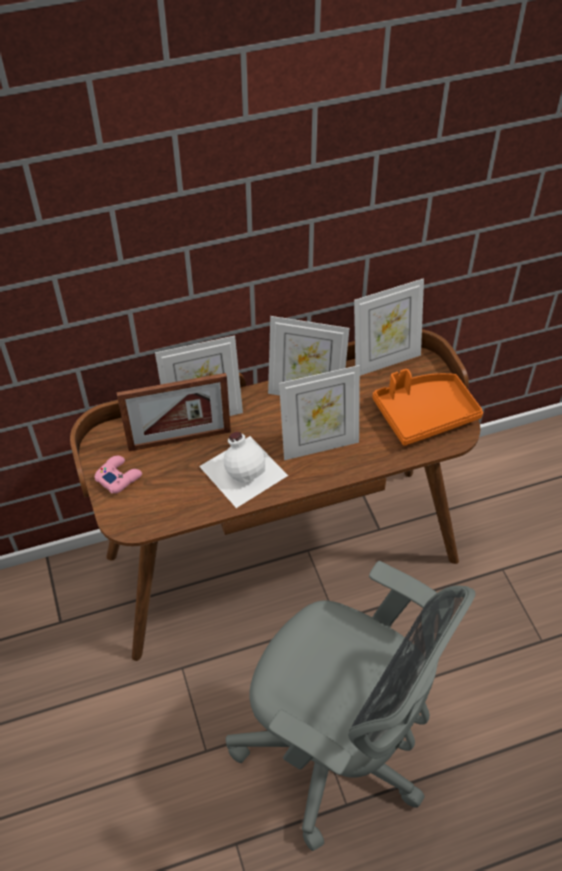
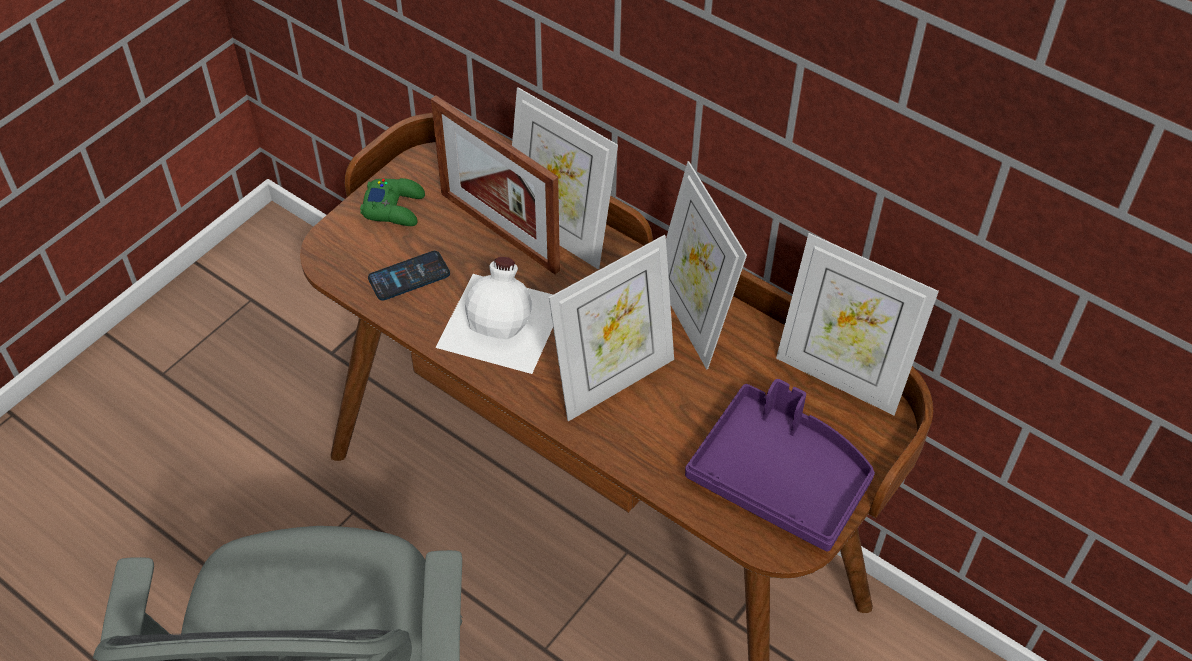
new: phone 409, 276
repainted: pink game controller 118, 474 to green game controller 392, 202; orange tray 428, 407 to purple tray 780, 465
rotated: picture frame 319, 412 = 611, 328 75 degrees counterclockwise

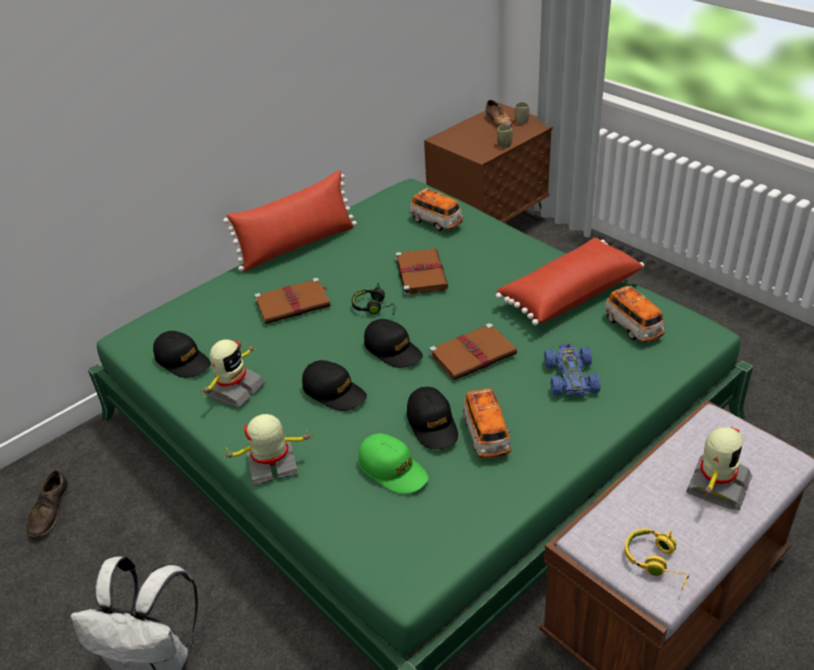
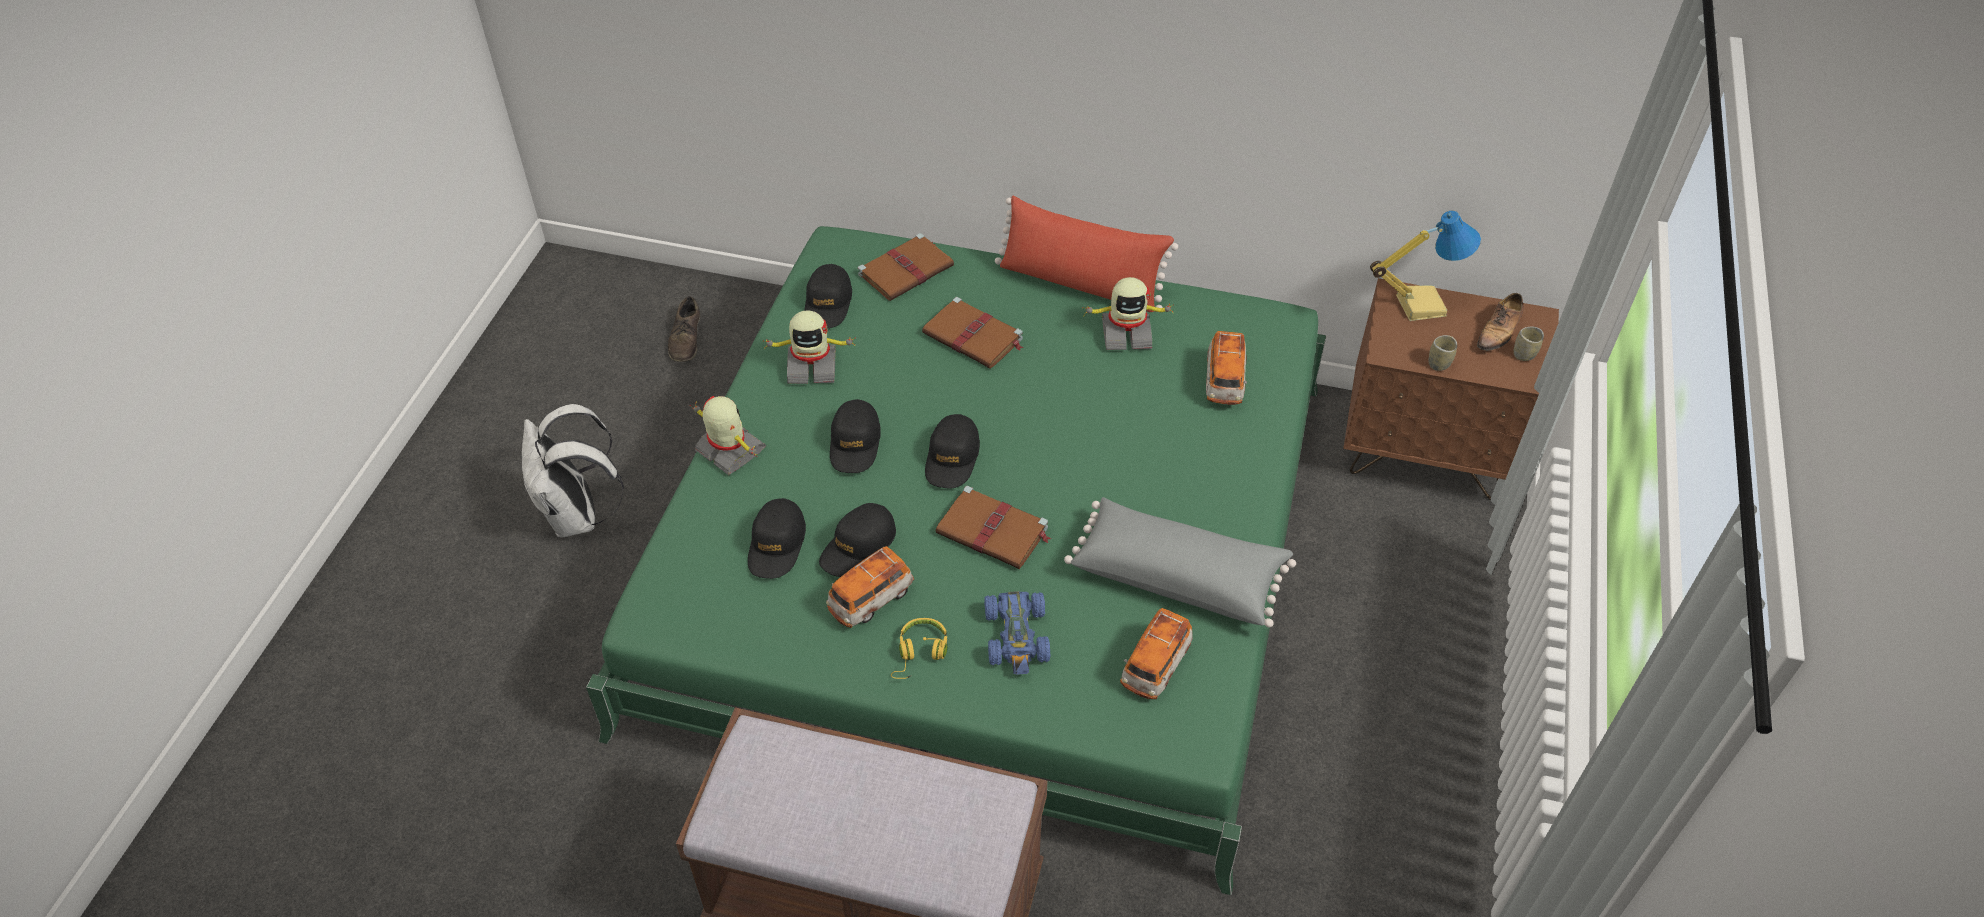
gone: black headphones 374, 299
new: table lamp 1425, 266
shifted: brown book 422, 272 to 906, 267; yellow headphones 657, 559 to 919, 648; toy robot 719, 468 to 1129, 313
repainted: green cap 393, 463 to black cap 777, 538; red pillow 570, 282 to grey pillow 1180, 562
rotated: brown shoe 47, 503 = 684, 329 60 degrees counterclockwise; blue toy car 572, 369 = 1017, 633 120 degrees clockwise

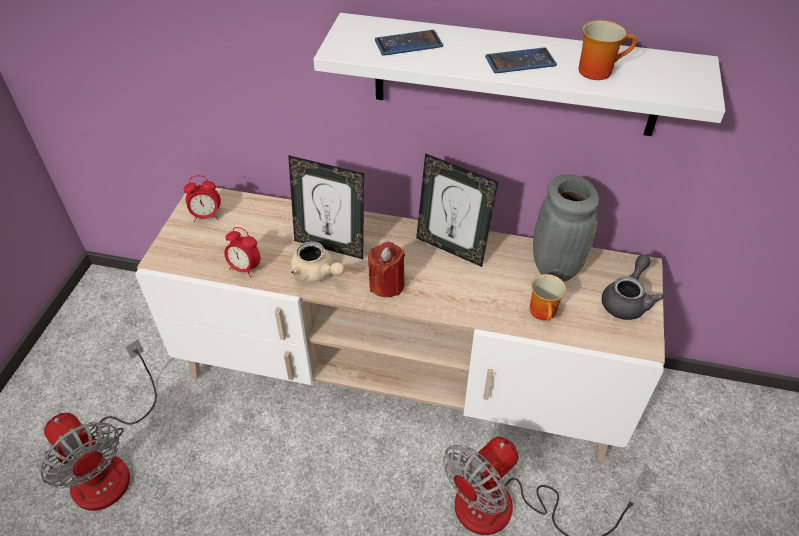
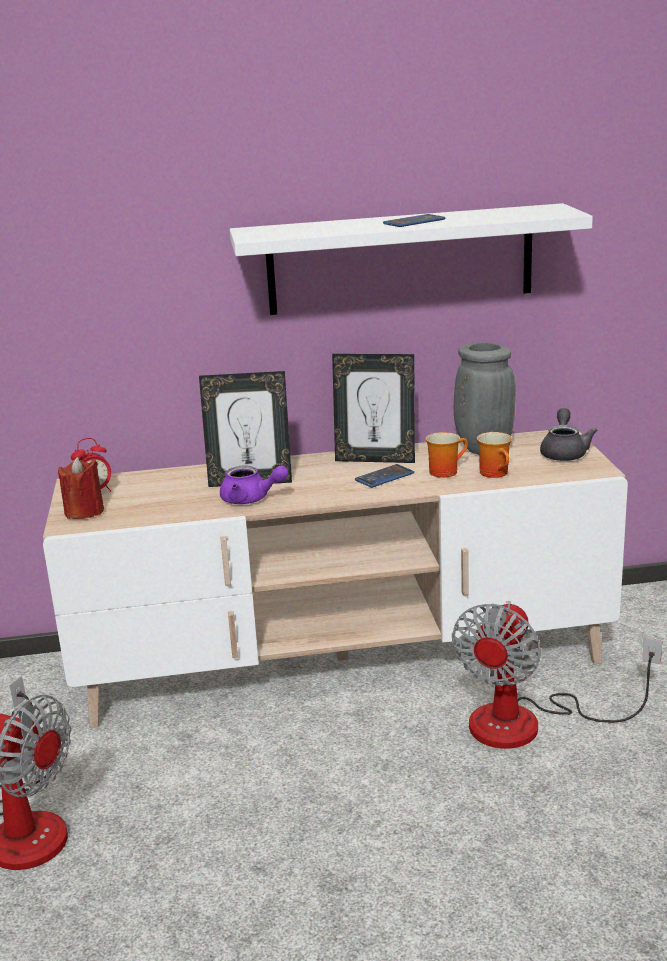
gone: alarm clock 242, 252
shifted: red candle 386, 269 to 81, 488; phone 409, 43 to 384, 476; mug 607, 50 to 446, 455
repainted: beige teapot 317, 261 to purple teapot 254, 485

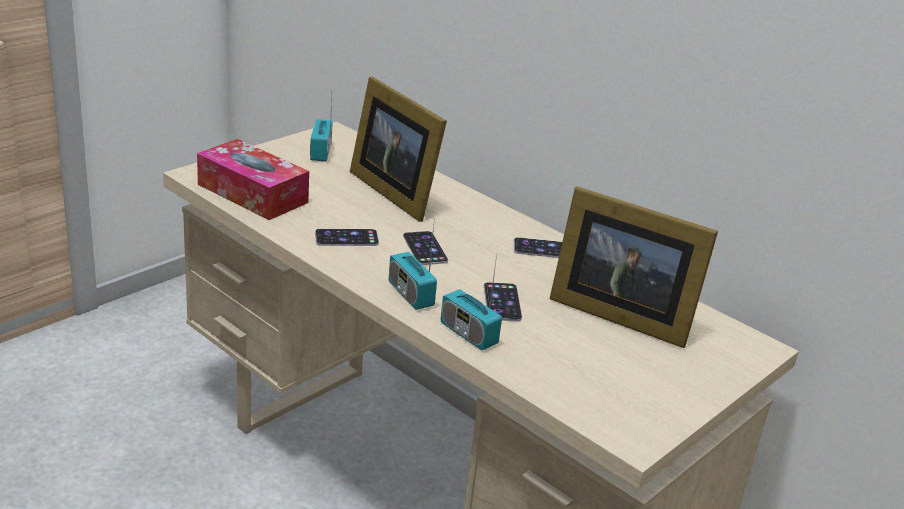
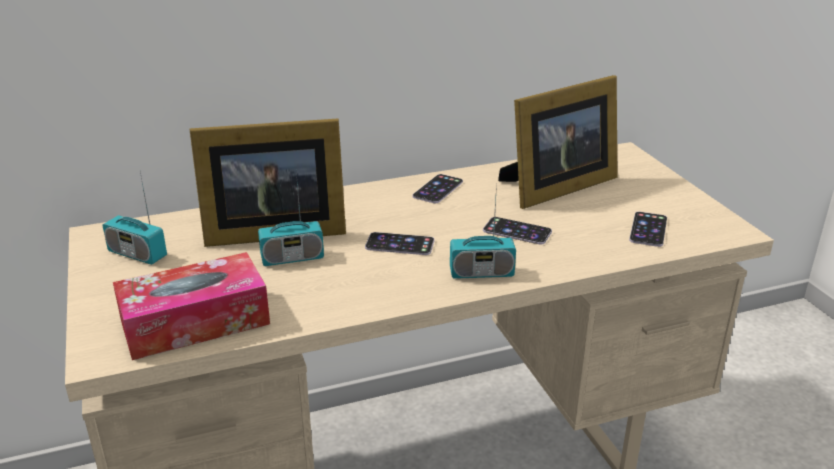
shifted: phone 347, 237 to 648, 229; radio 471, 302 to 291, 219

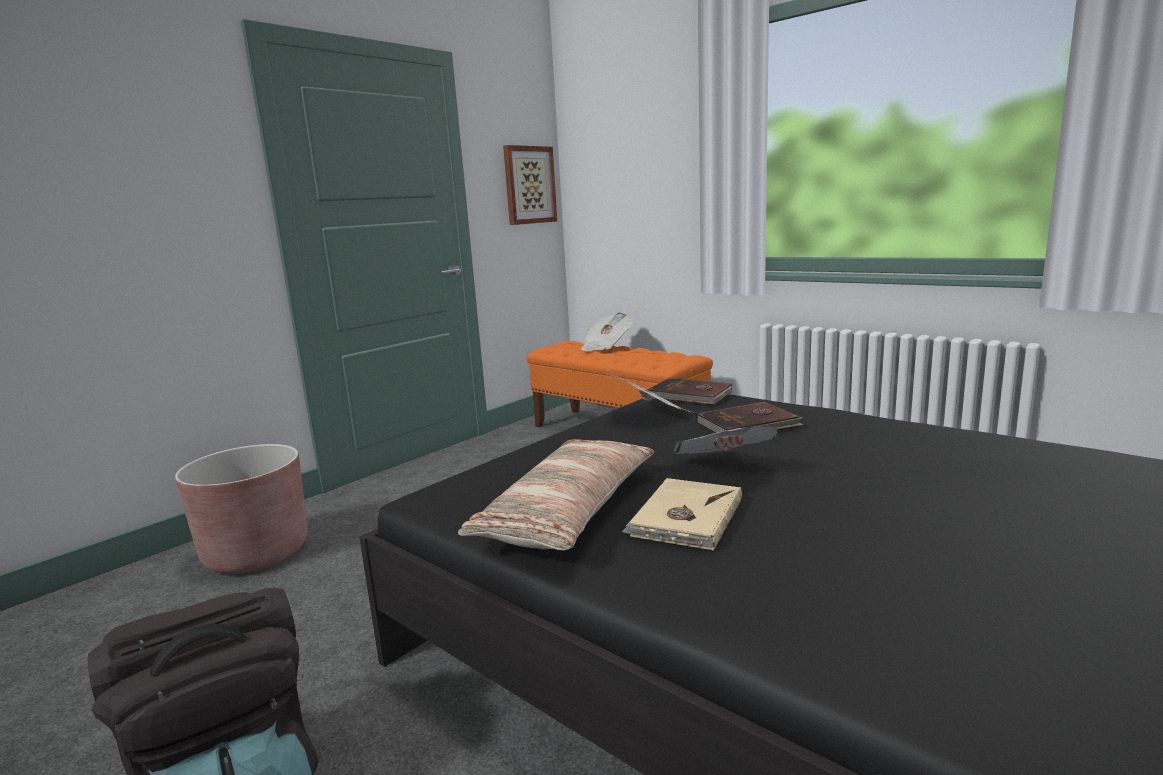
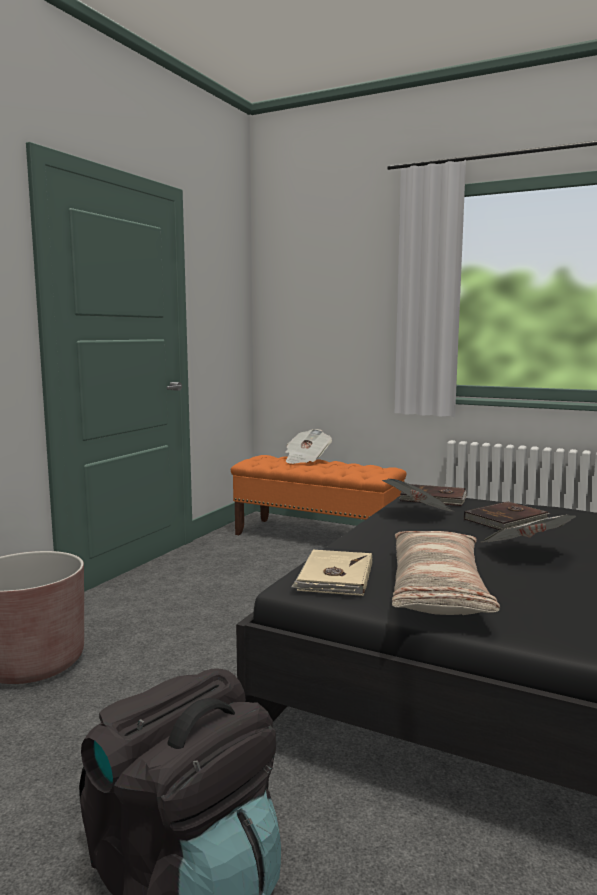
gone: picture 530, 185
shifted: beige book 682, 514 to 331, 573

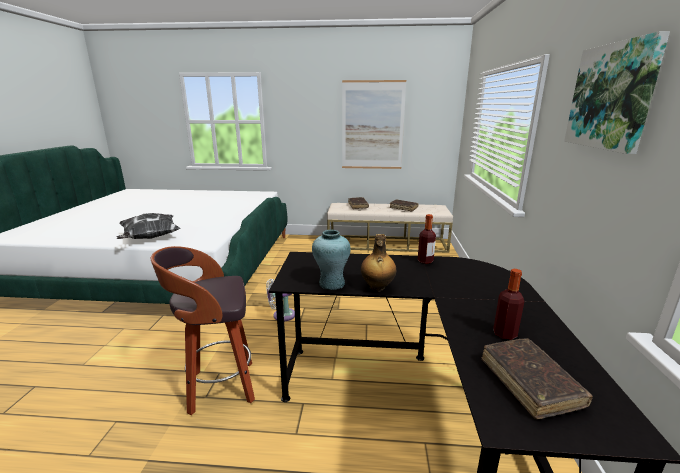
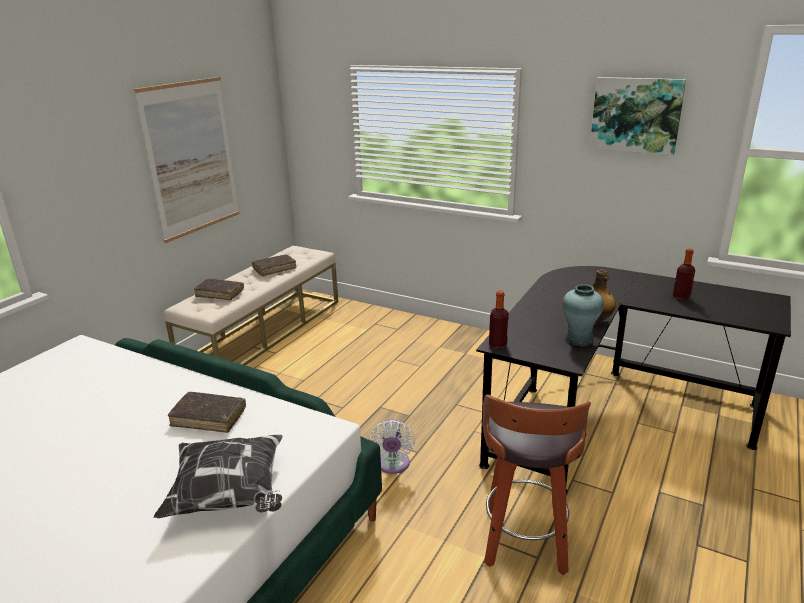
shifted: bottle 427, 239 to 499, 320; brown book 537, 379 to 207, 412

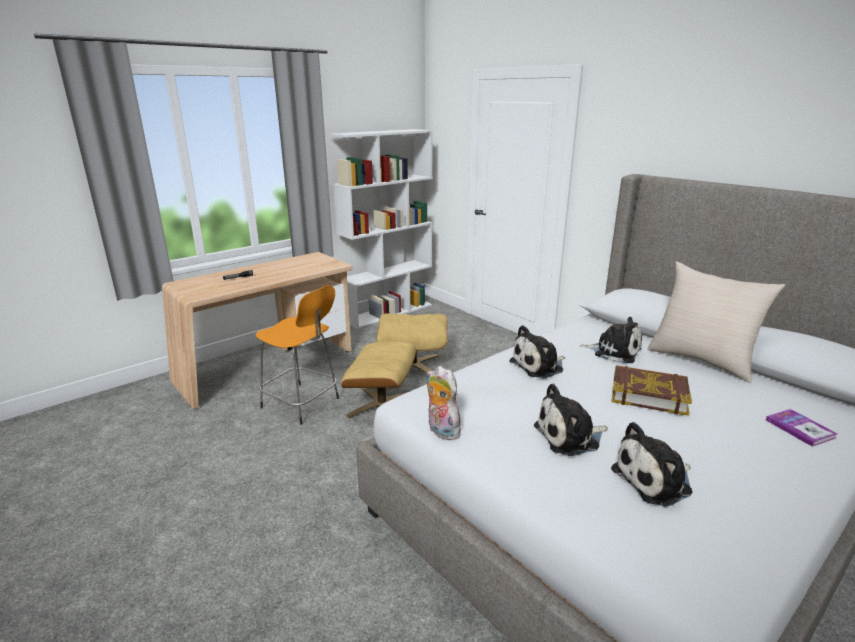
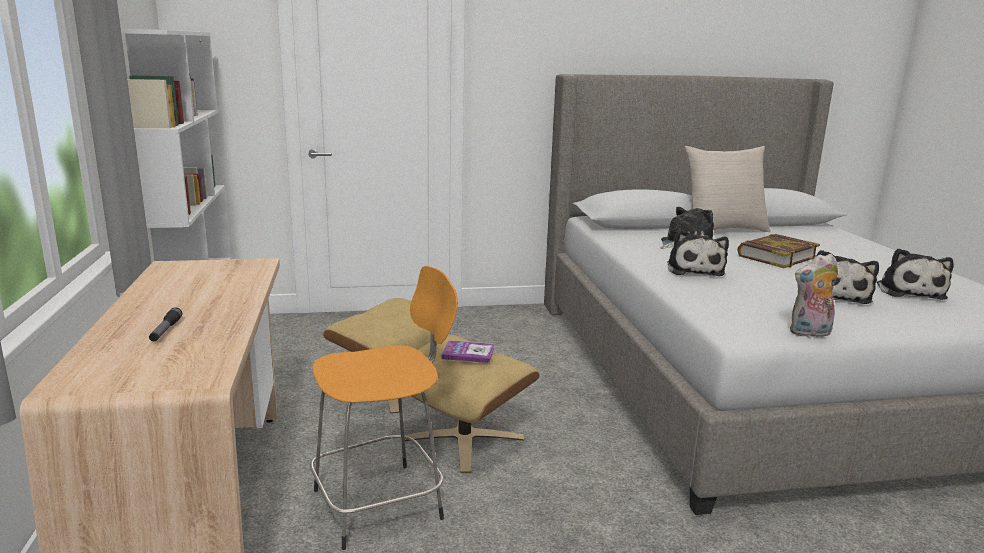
shifted: book 802, 428 to 468, 351

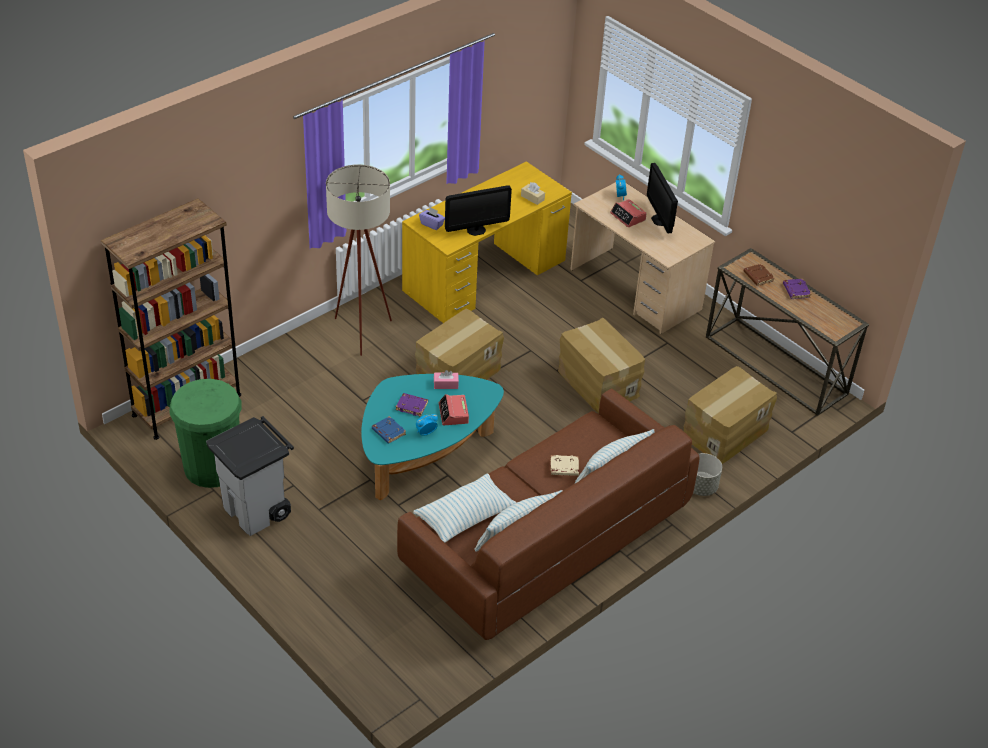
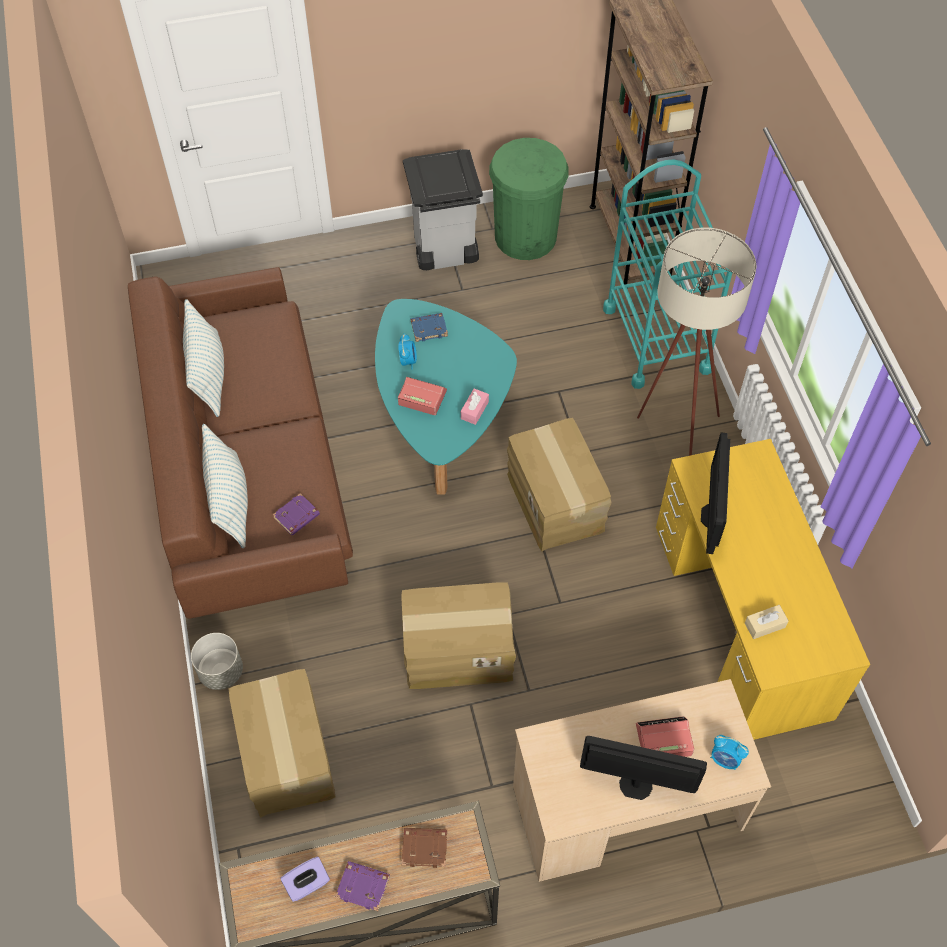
gone: pillow 464, 508; beige book 564, 465
new: turquoise cart 667, 274
shifted: purple book 412, 405 to 296, 514; purple tissue box 432, 218 to 305, 879

